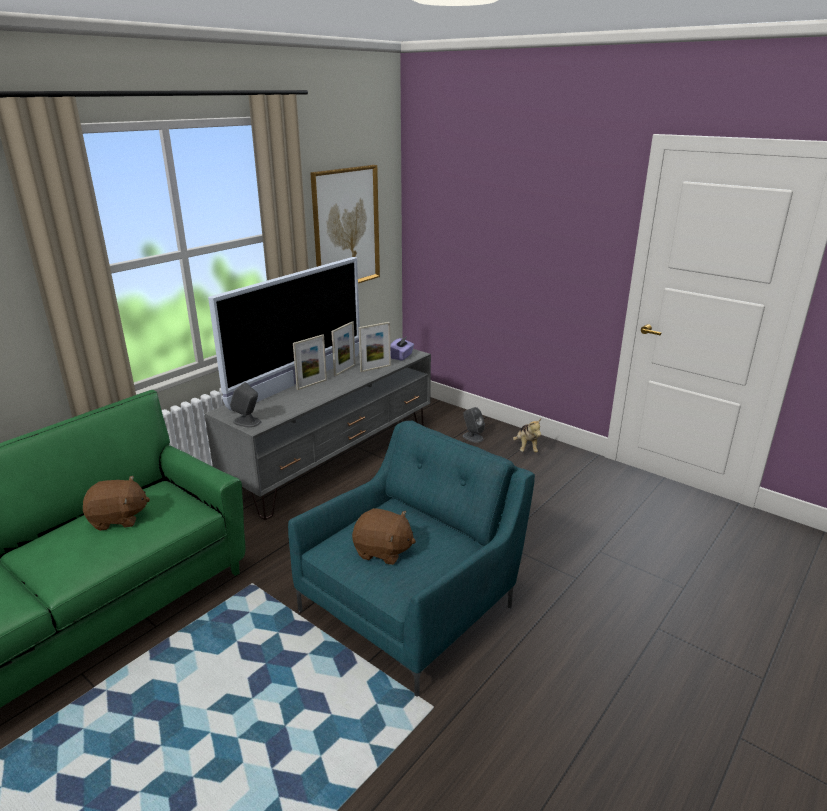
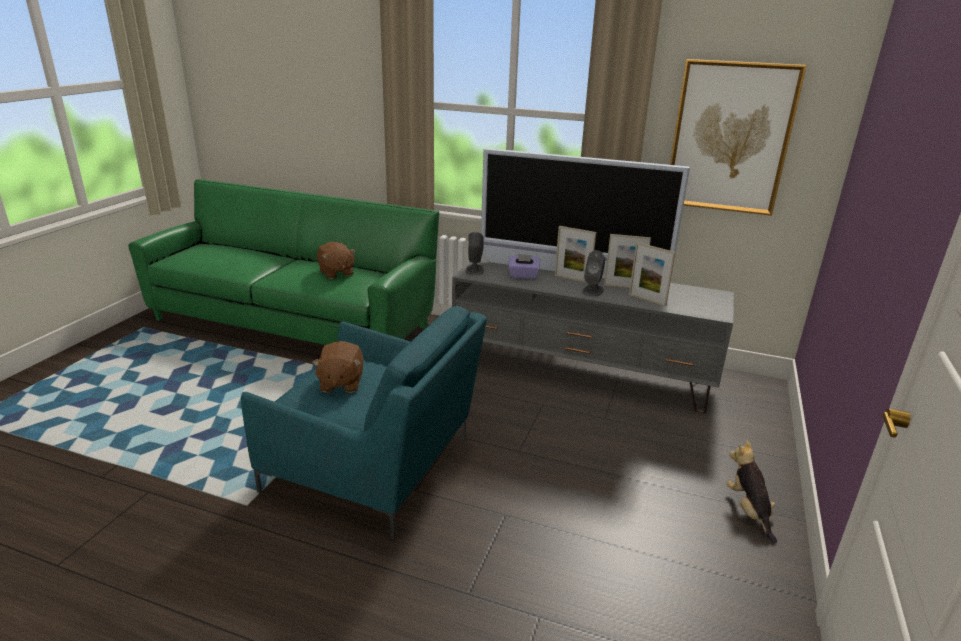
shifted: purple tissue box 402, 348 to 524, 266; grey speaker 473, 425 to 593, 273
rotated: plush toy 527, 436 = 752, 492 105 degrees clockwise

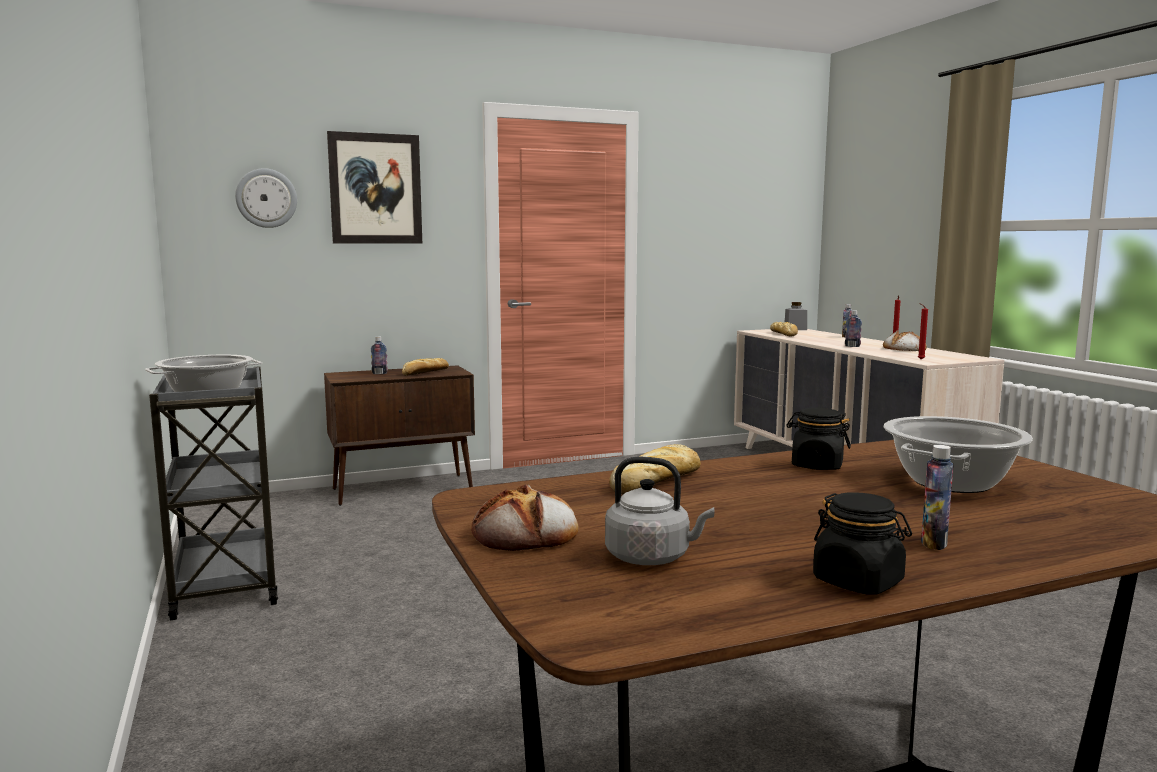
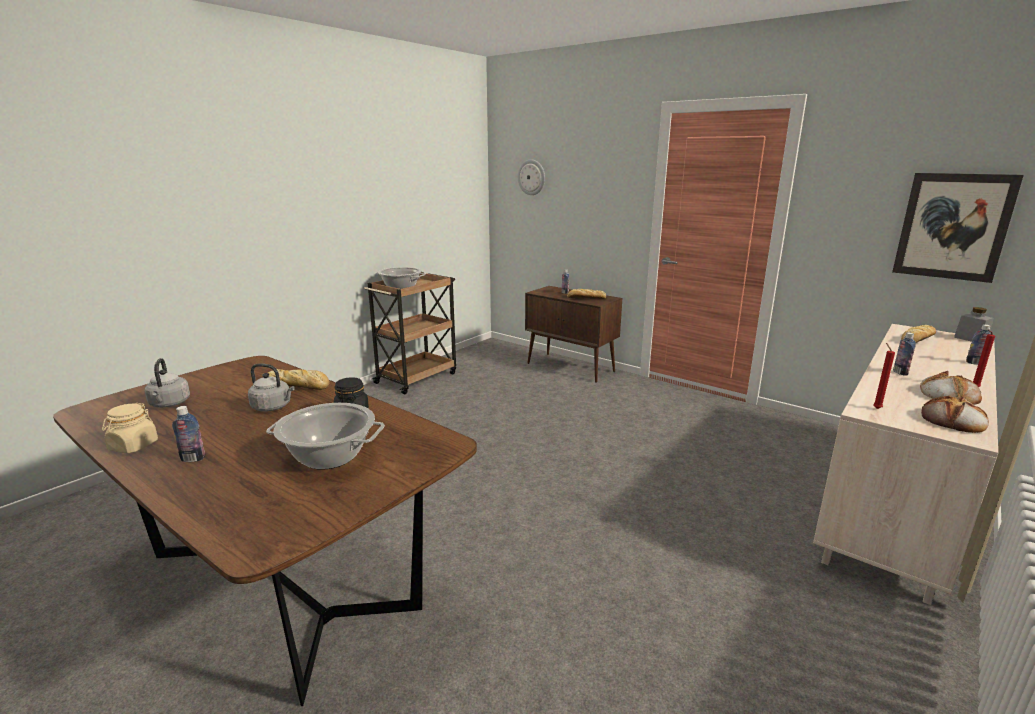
new: grey kettle 271, 387
shifted: picture 374, 187 to 958, 228; bread 525, 517 to 955, 414
repainted: grey cart 213, 493 to brown cart 410, 333; black jar 862, 543 to beige jar 130, 428

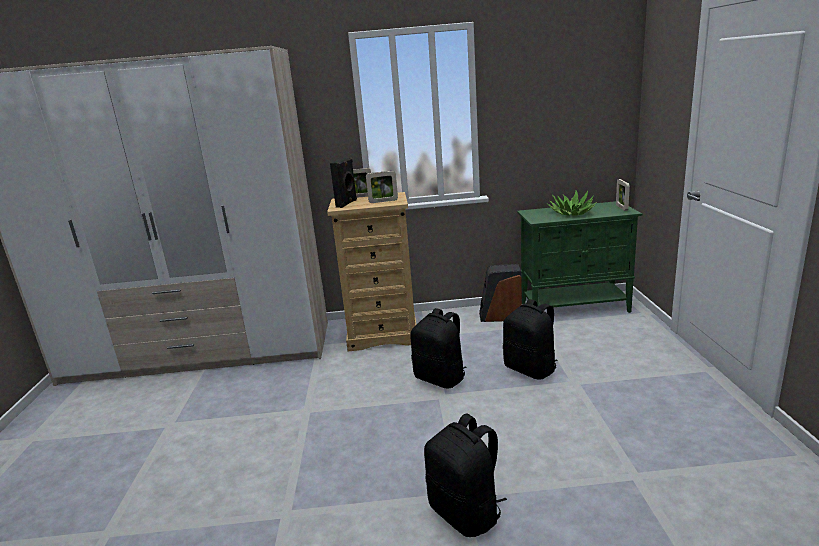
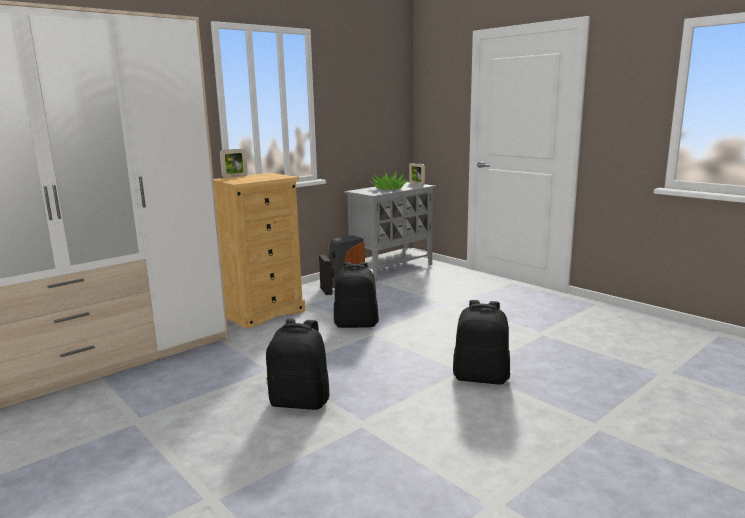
gone: picture frame 382, 187
shifted: black speaker 343, 182 to 326, 274; black backpack 530, 339 to 298, 364
repainted: green cabinet 579, 257 to grey cabinet 390, 231

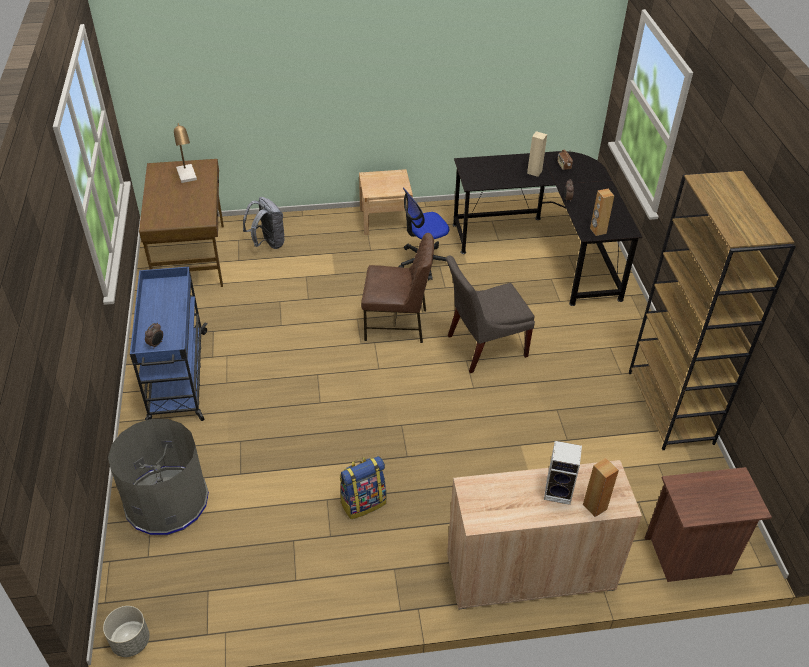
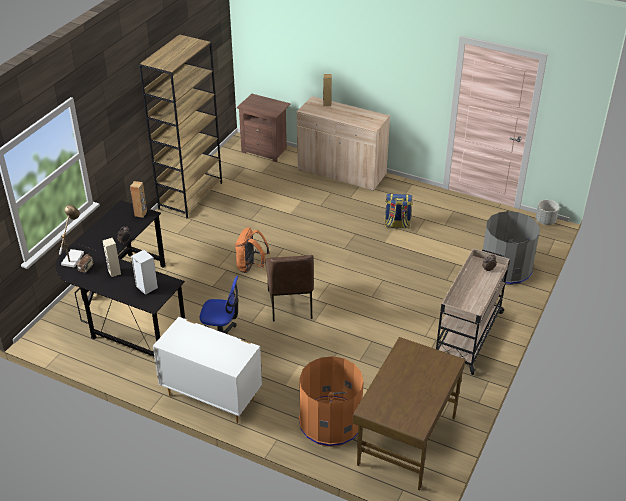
shifted: table lamp 185, 153 to 71, 236; speaker 563, 473 to 144, 272
swapped: grey backpack 264, 223 to orange trash can 331, 401; beige nightstand 386, 202 to white dresser 207, 370; grey chair 490, 314 to orange backpack 252, 250
repainted: blue cart 168, 344 to beige cart 473, 311
rotated: brown chair 397, 288 = 289, 288 135 degrees counterclockwise

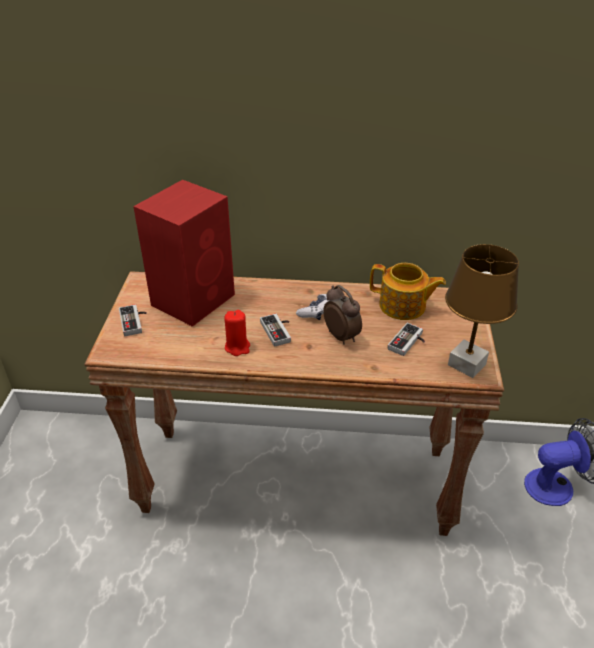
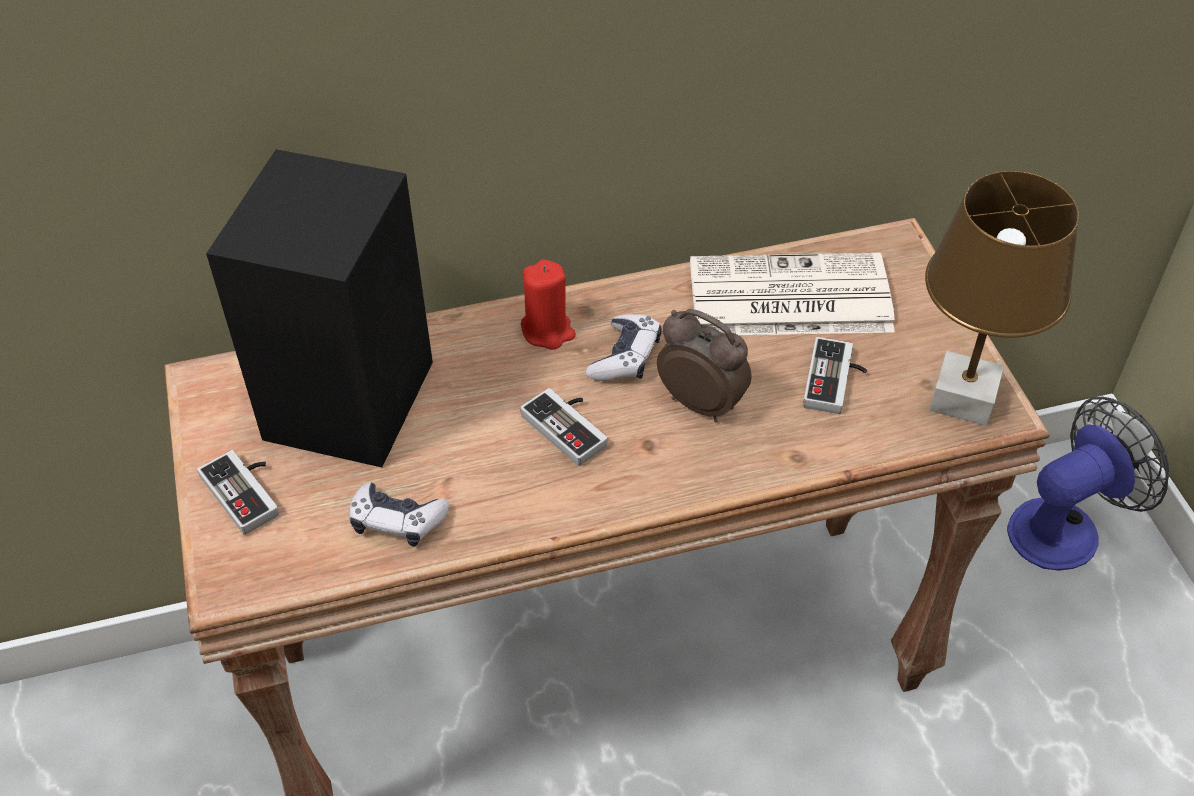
new: game controller 399, 514
shifted: red candle 237, 333 to 548, 304
swapped: teapot 408, 291 to newspaper 792, 294
repainted: red speaker 184, 253 to black speaker 319, 308

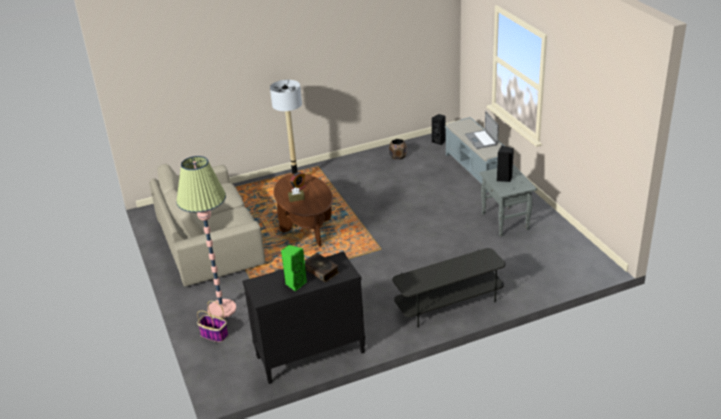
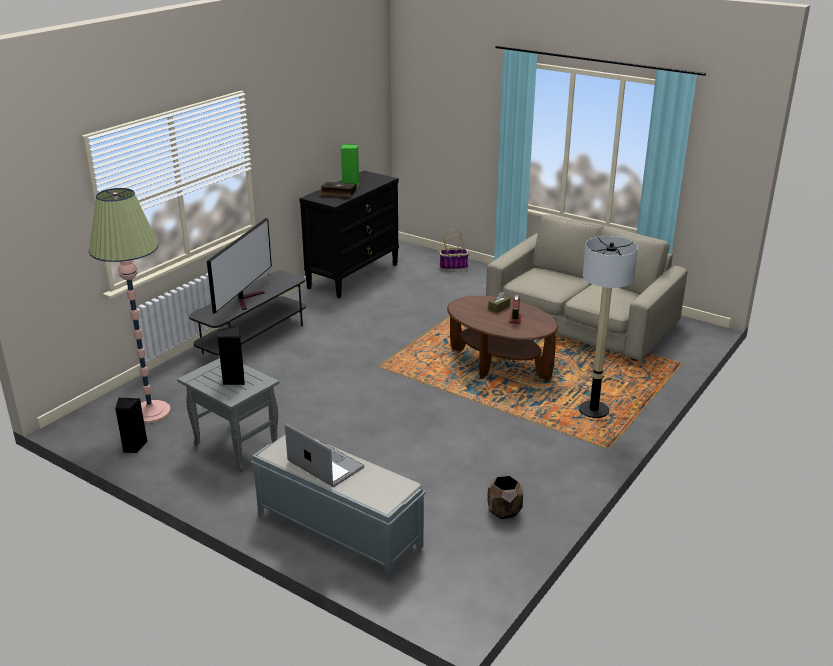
new: television 239, 266
shifted: floor lamp 206, 237 to 130, 305; black speaker 439, 129 to 131, 425

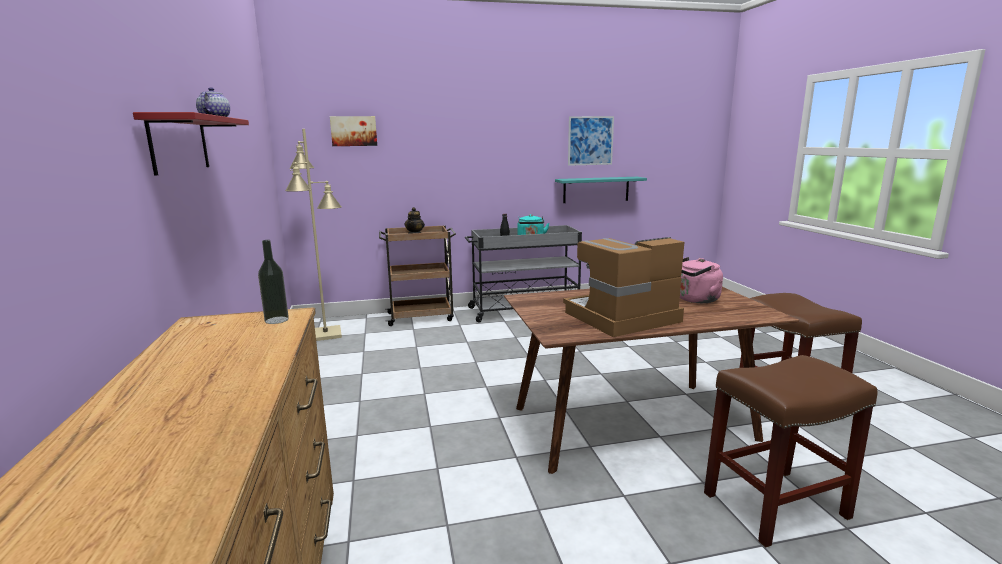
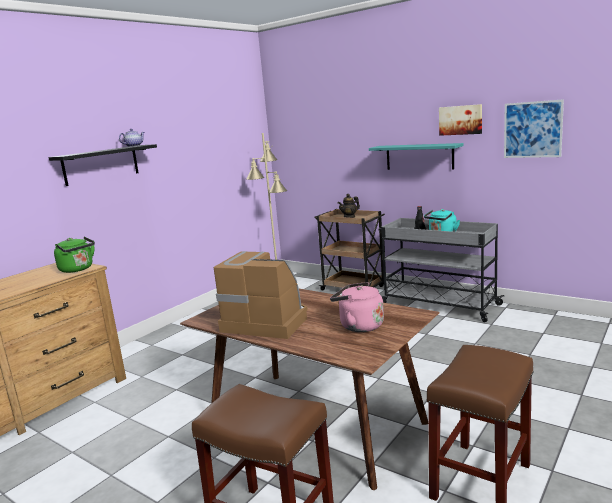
shifted: picture 353, 131 to 460, 120; turquoise shelf 601, 190 to 416, 156
swapped: bottle 273, 282 to green kettle 74, 254
repainted: red shelf 191, 144 to black shelf 102, 165

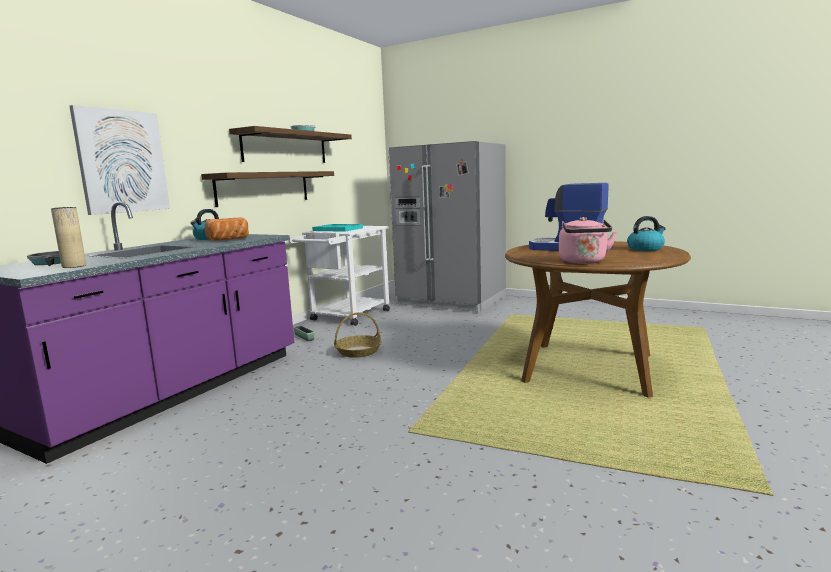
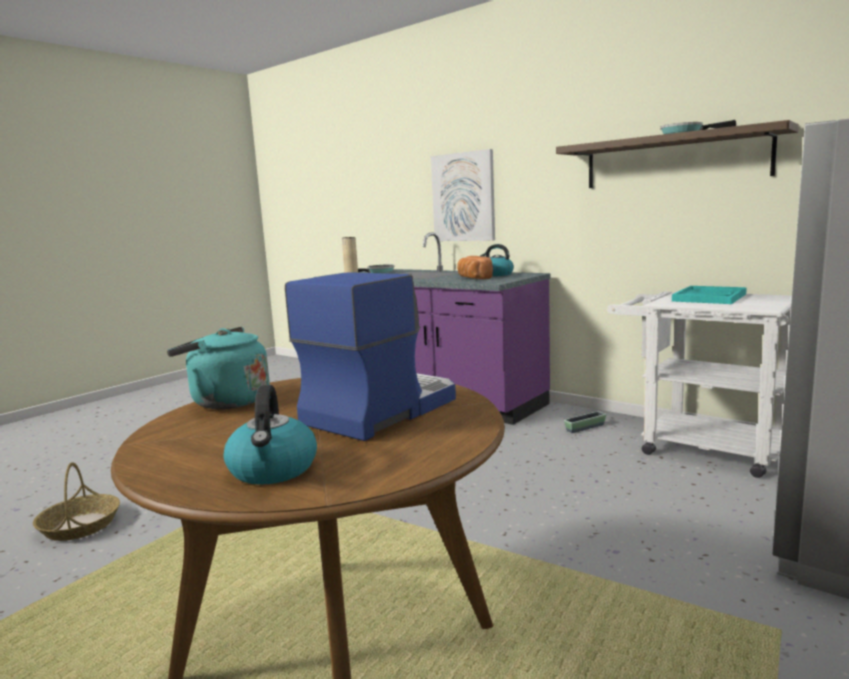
gone: shelf 267, 189
shifted: basket 358, 335 to 76, 501
repainted: pink kettle 588, 240 to turquoise kettle 218, 368

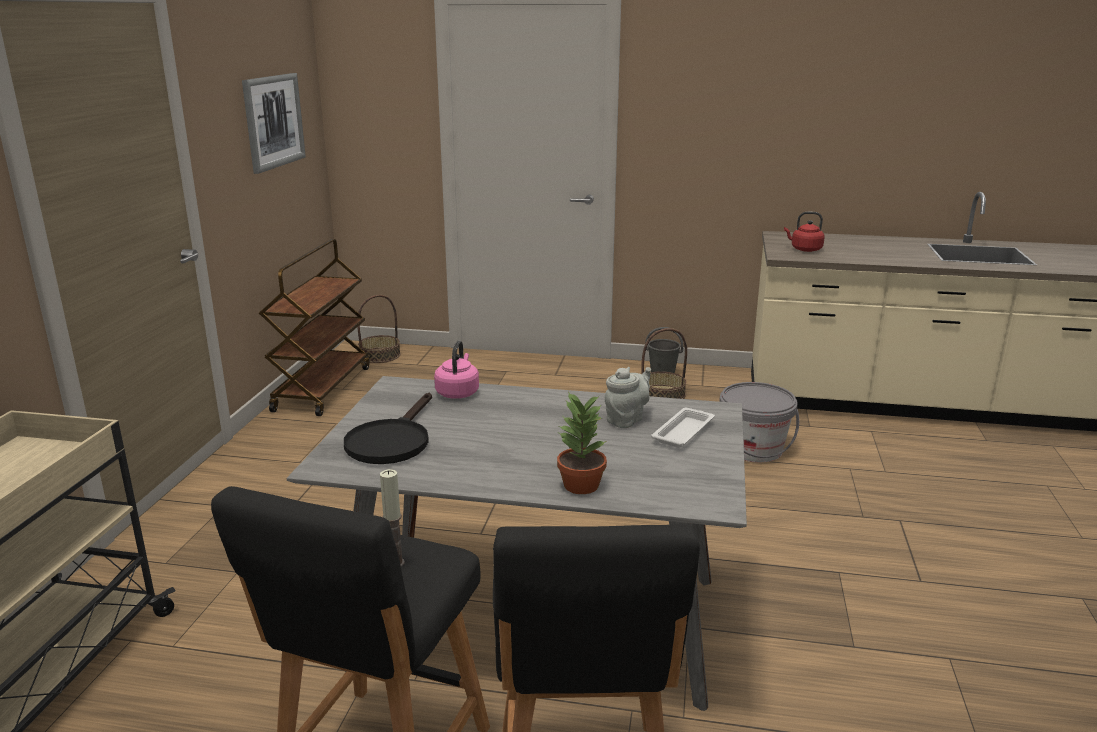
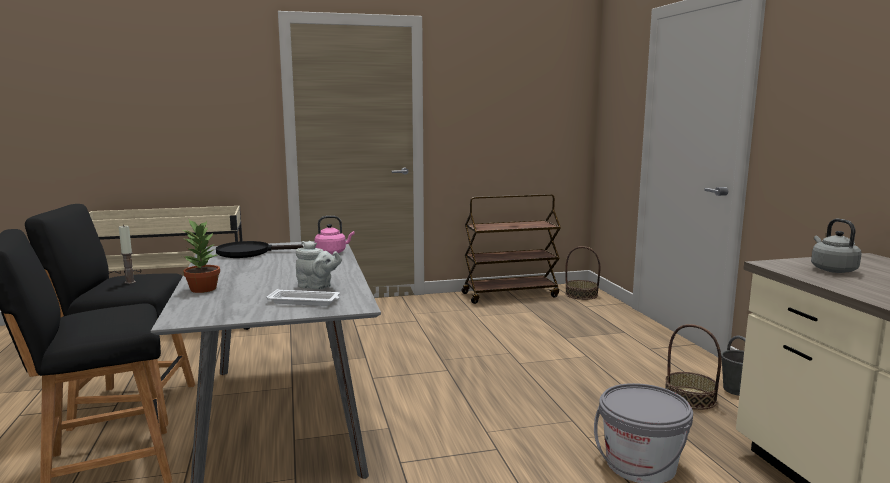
gone: picture 274, 123
repainted: red kettle 804, 232 to grey kettle 836, 246

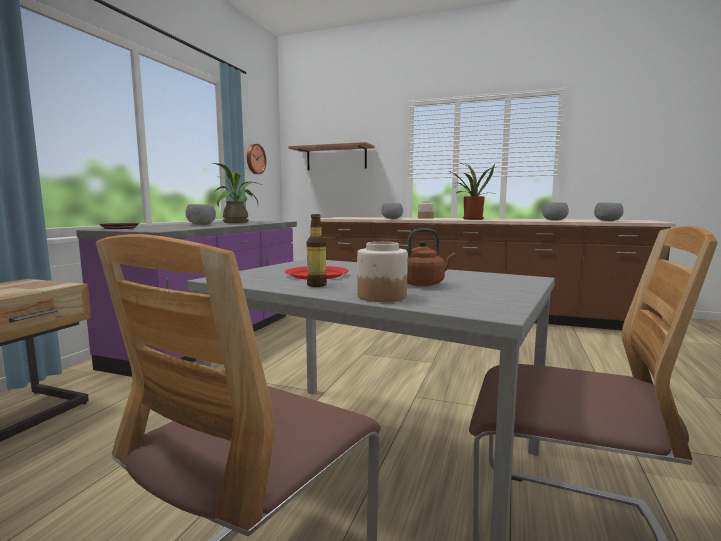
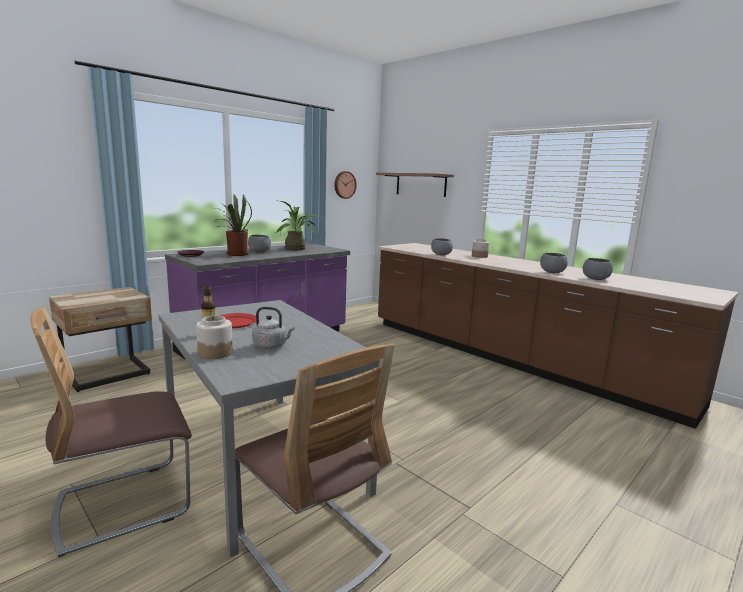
shifted: potted plant 472, 191 to 233, 225; grey bowl 609, 212 to 554, 263
repainted: brown kettle 431, 257 to grey kettle 273, 328

